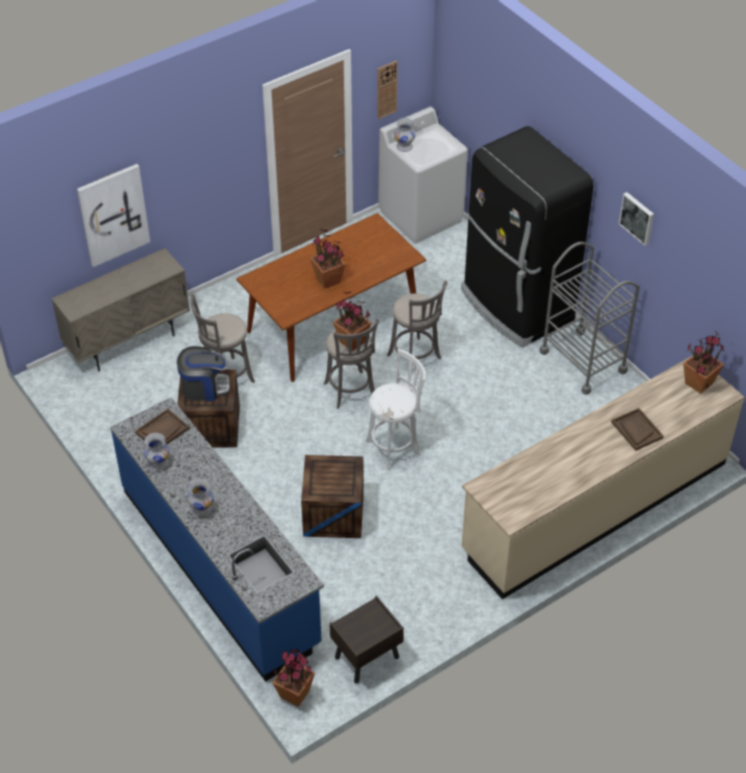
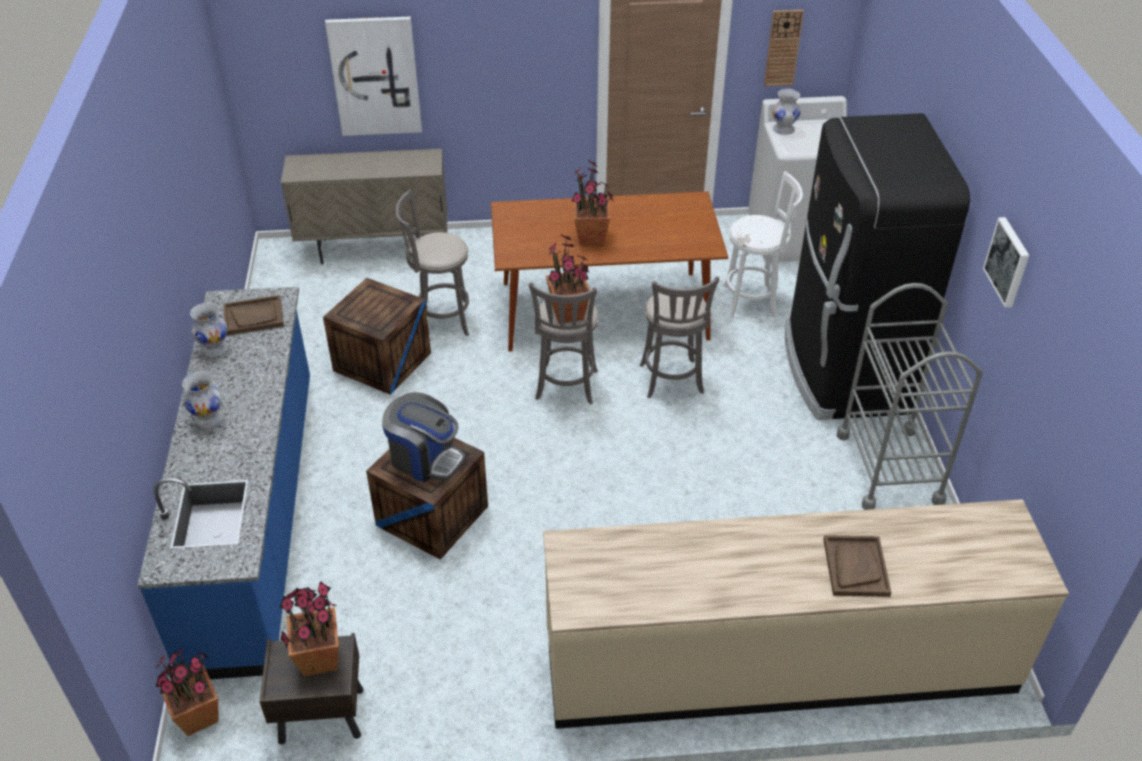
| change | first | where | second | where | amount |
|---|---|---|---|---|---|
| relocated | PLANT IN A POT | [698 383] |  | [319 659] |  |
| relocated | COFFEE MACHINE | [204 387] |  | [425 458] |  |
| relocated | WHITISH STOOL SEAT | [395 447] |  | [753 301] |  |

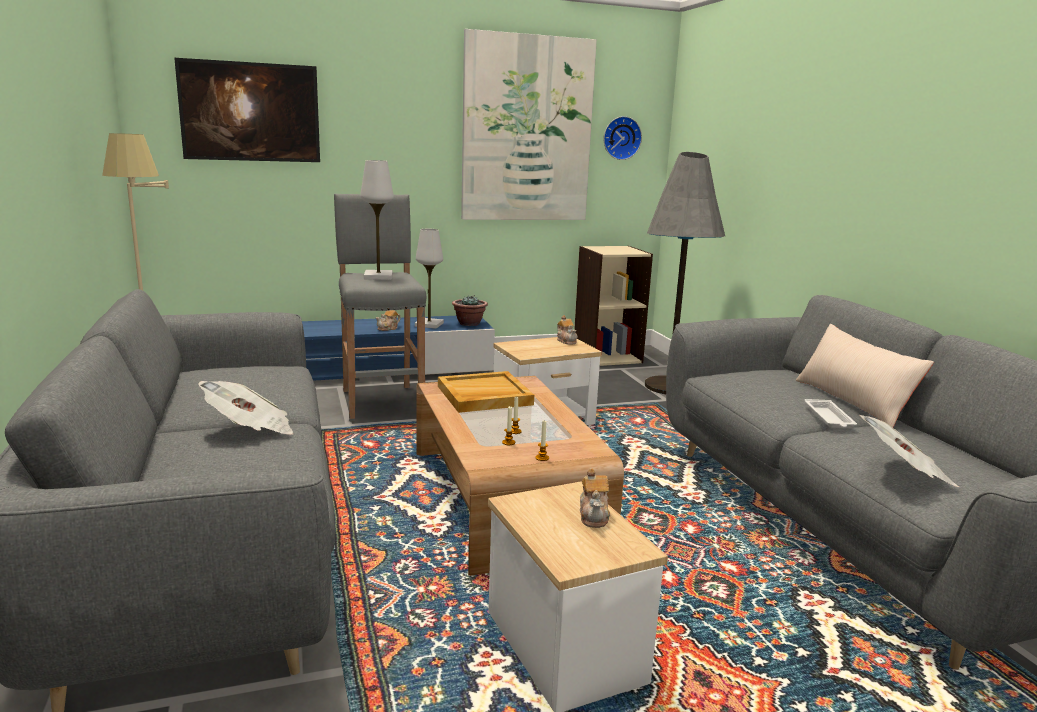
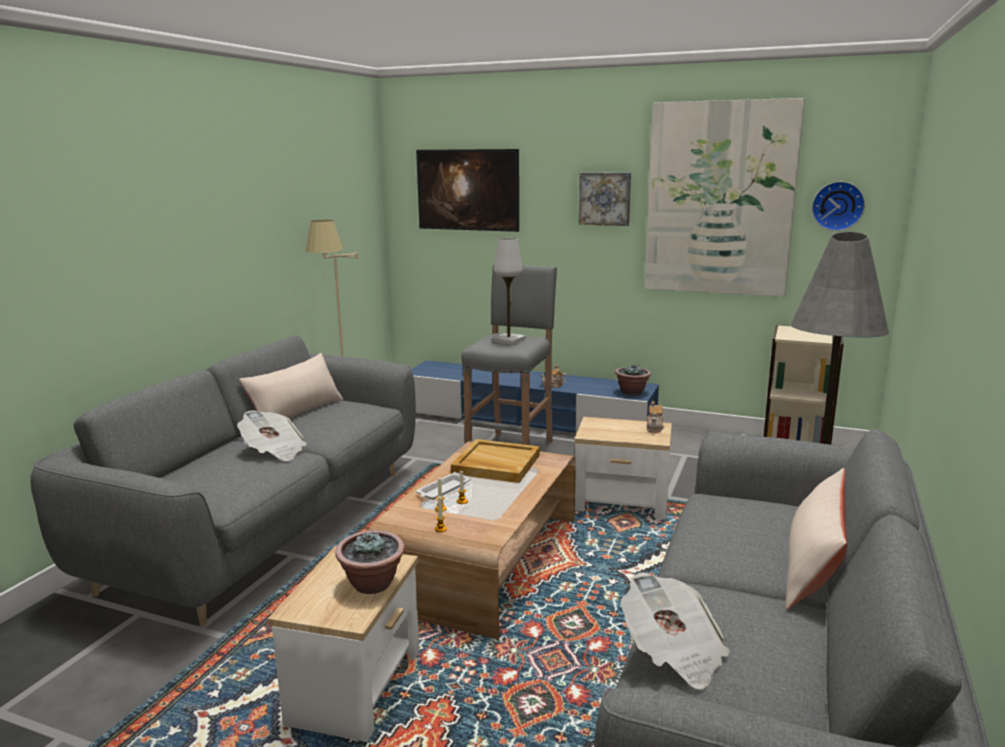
| change | first | where | second | where | amount |
|---|---|---|---|---|---|
| appeared |  |  | BEIGE-COLOURED CUSHION | [296 413] |  |
| exchanged | TEA POT | [594 516] | PLANT IN A POT | [373 584] |  |
| relocated | WHITISH CARRYING TRAY | [829 418] |  | [443 490] |  |
| appeared |  |  | WALL PICTURE | [605 198] |  |
| missing | WHITISH LAMP FOR A TABLE | [429 324] |  |  |  |

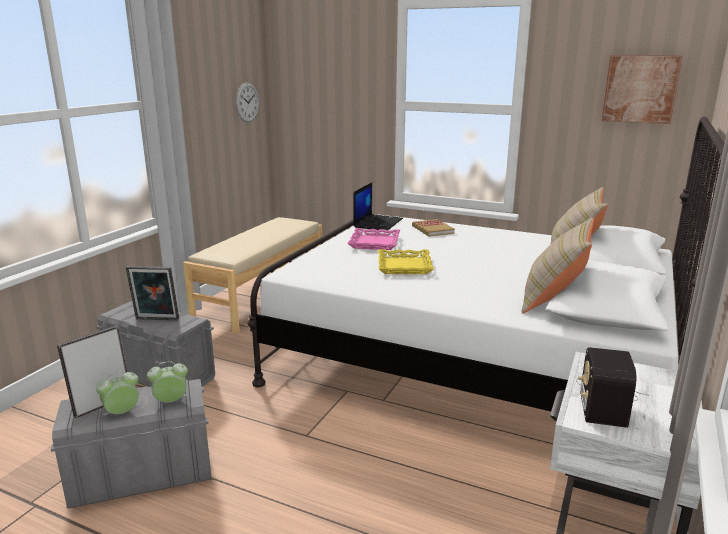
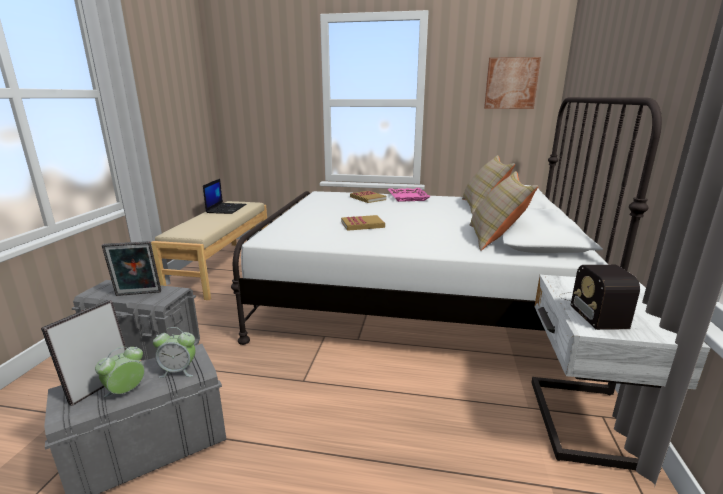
| change | first | where | second | where | amount |
|---|---|---|---|---|---|
| spun | BEDSIDE CLOCK | [171 402] |  | [179 371] | 150 degrees counterclockwise |
| relocated | NOTEBOOK COMPUTER | [377 223] |  | [226 208] |  |
| exchanged | YELLOW-COLOURED CARRYING TRAY | [404 266] | BOOK | [362 225] |  |
| relocated | PINK-COLOURED CARRYING TRAY | [375 243] |  | [408 197] |  |
| missing | HANGING CLOCK | [247 102] |  |  |  |

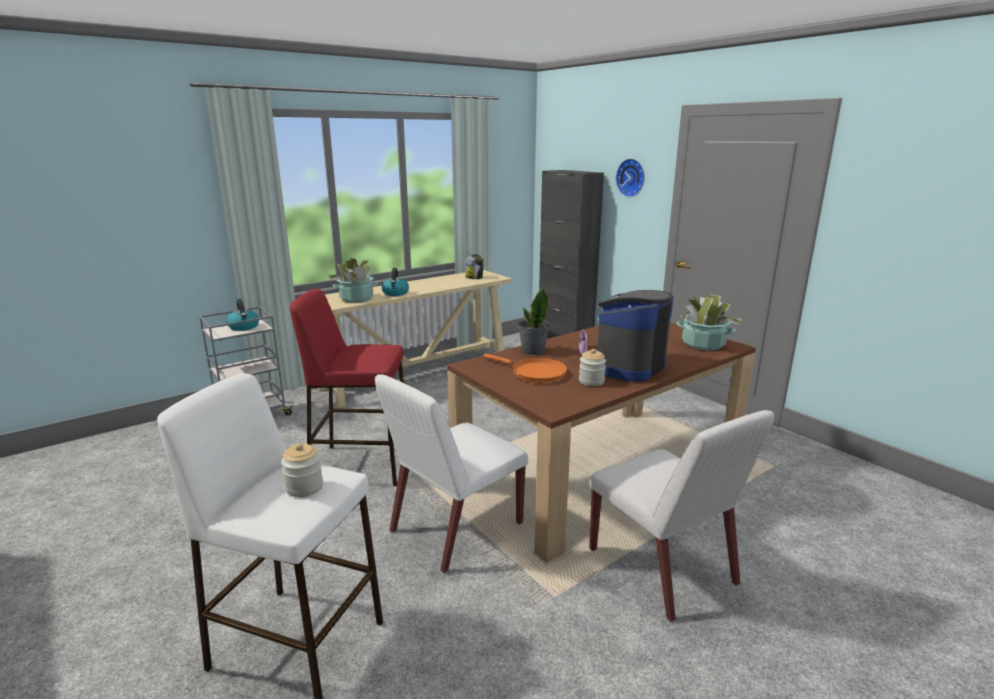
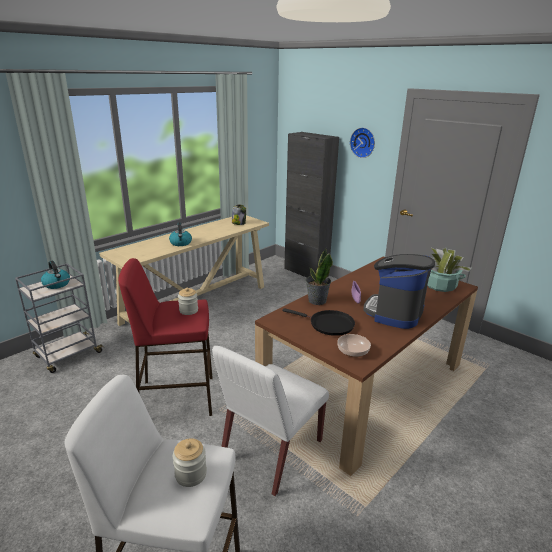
| change | first | where | second | where | amount |
|---|---|---|---|---|---|
| relocated | PRESERVE JAR | [591 381] |  | [188 310] |  |
| colour | ORANGE-COLOURED PAN | [535 373] | BLACK-COLOURED PAN | [328 325] |  |
| appeared |  |  | DEEP DISH | [353 351] |  |
| missing | PLANT IN A POT | [356 299] |  |  |  |
| missing | WHITISH UPRIGHT CHAIR | [663 567] |  |  |  |

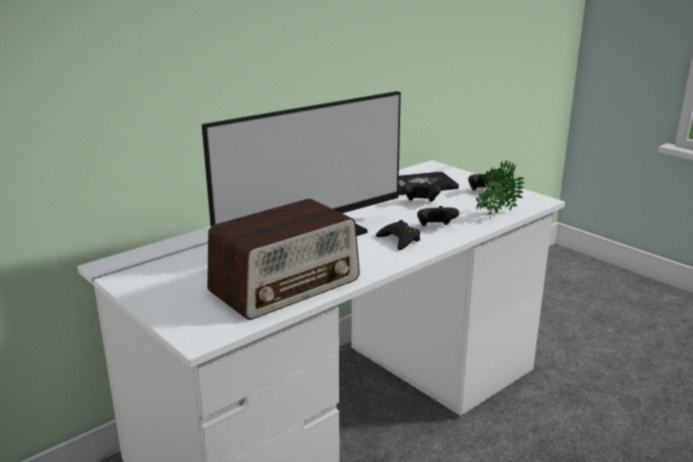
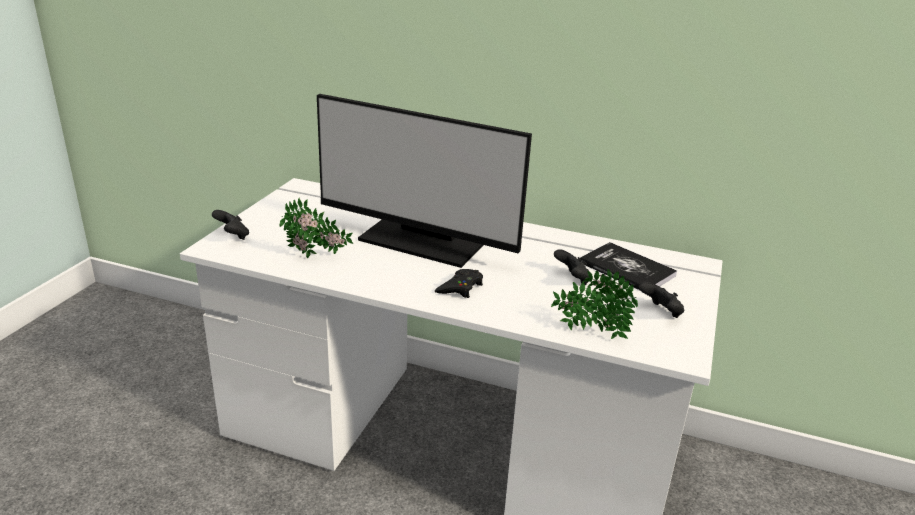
| change | first | where | second | where | amount |
|---|---|---|---|---|---|
| relocated | BLACK-COLOURED GAME CONTROLLER | [435 227] |  | [233 236] |  |
| exchanged | RADIO | [286 286] | PLANT IN A POT | [316 257] |  |

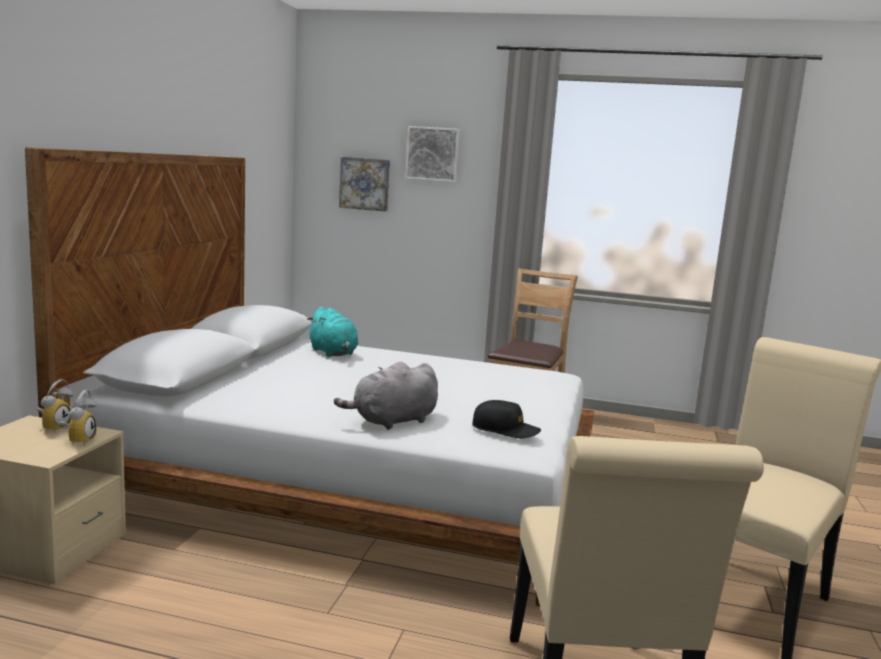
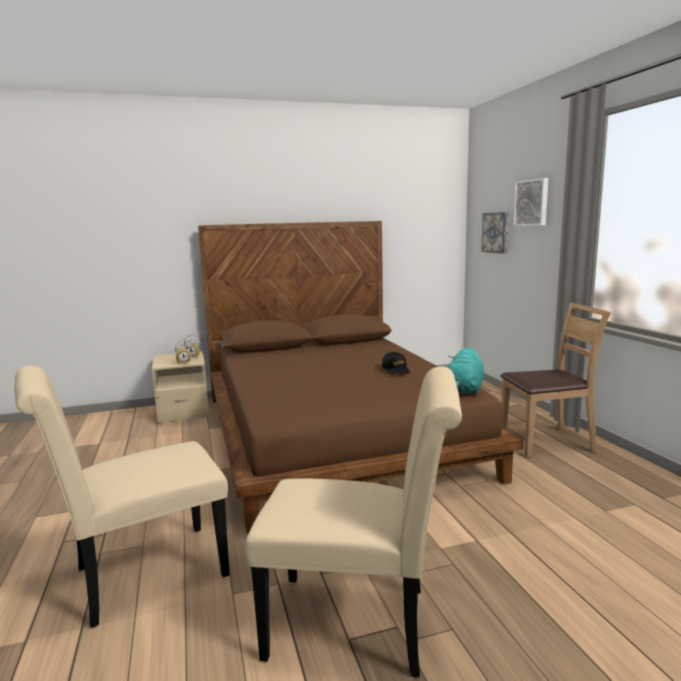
| change | first | where | second | where | amount |
|---|---|---|---|---|---|
| colour | WHITISH BED | [354 481] | BROWNISH BED | [334 433] |  |
| relocated | BLACK-COLOURED PEAKED CAP | [505 429] |  | [396 370] |  |
| relocated | TURQUOISE-COLOURED SOFT TOY | [333 353] |  | [464 390] |  |
| missing | GRAY SOFT TOY | [392 421] |  |  |  |

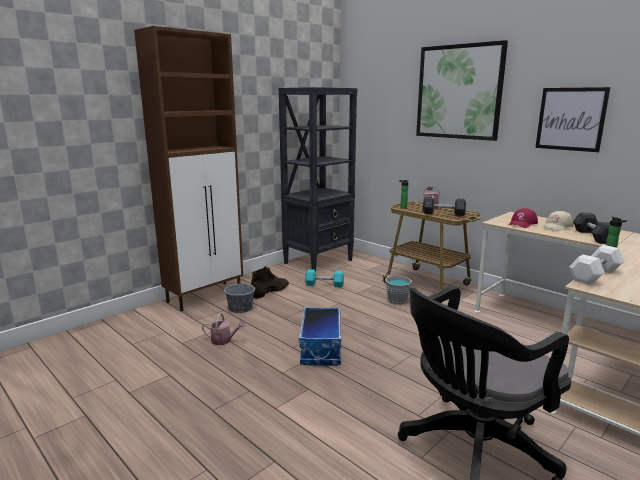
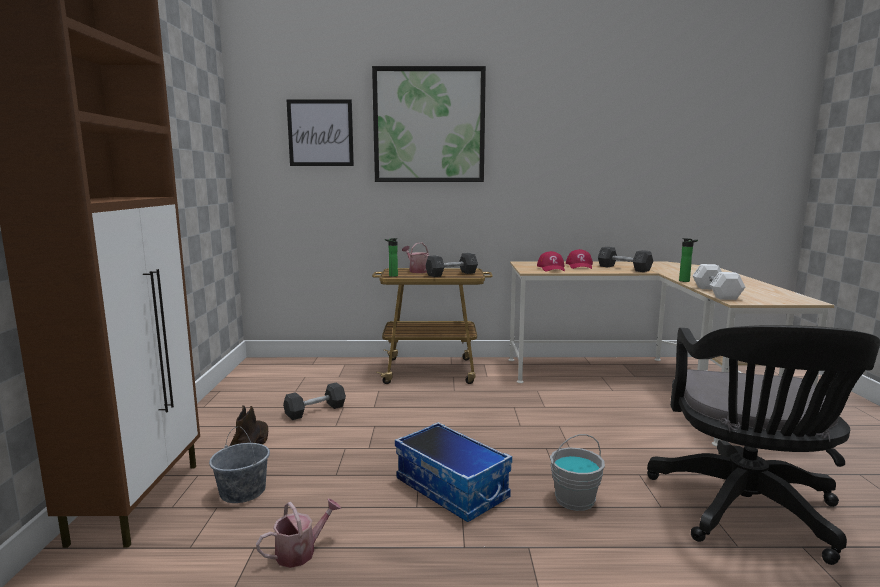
| change | first | where | second | where | amount |
|---|---|---|---|---|---|
| colour | TURQUOISE-COLOURED DUMBBELL | [324 284] | GRAY DUMBBELL | [315 411] |  |
| relocated | WALL PICTURE | [571 119] |  | [320 133] |  |
| relocated | GRAY PAIL | [397 300] |  | [574 499] |  |
| colour | BEIGE-COLOURED PEAKED CAP | [557 226] | REDDISH PEAKED CAP | [580 266] |  |
| missing | BLACK-COLOURED BOOKCASE | [319 261] |  |  |  |

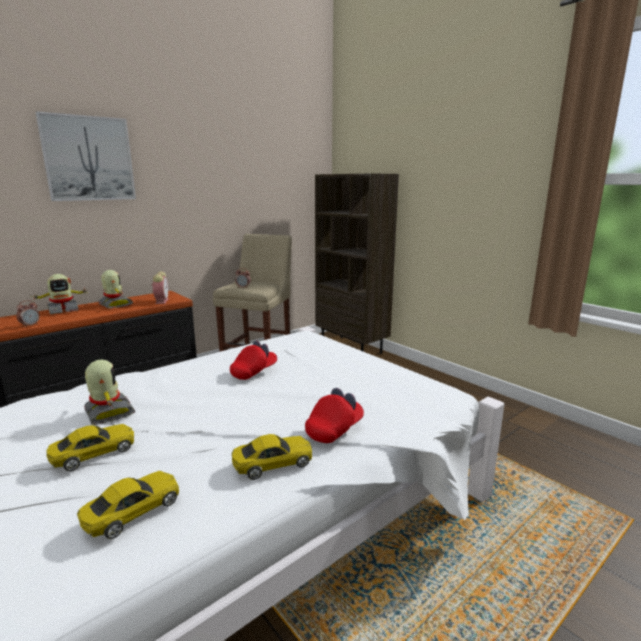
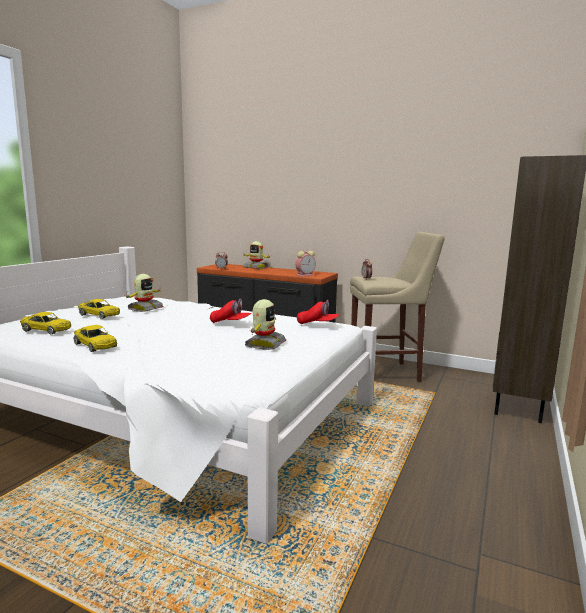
| change | first | where | second | where | amount |
|---|---|---|---|---|---|
| relocated | MODEL ROBOT | [115 304] |  | [264 344] |  |
| relocated | REDDISH PEAKED CAP | [334 429] |  | [317 324] |  |
| missing | WALL PICTURE | [88 159] |  |  |  |

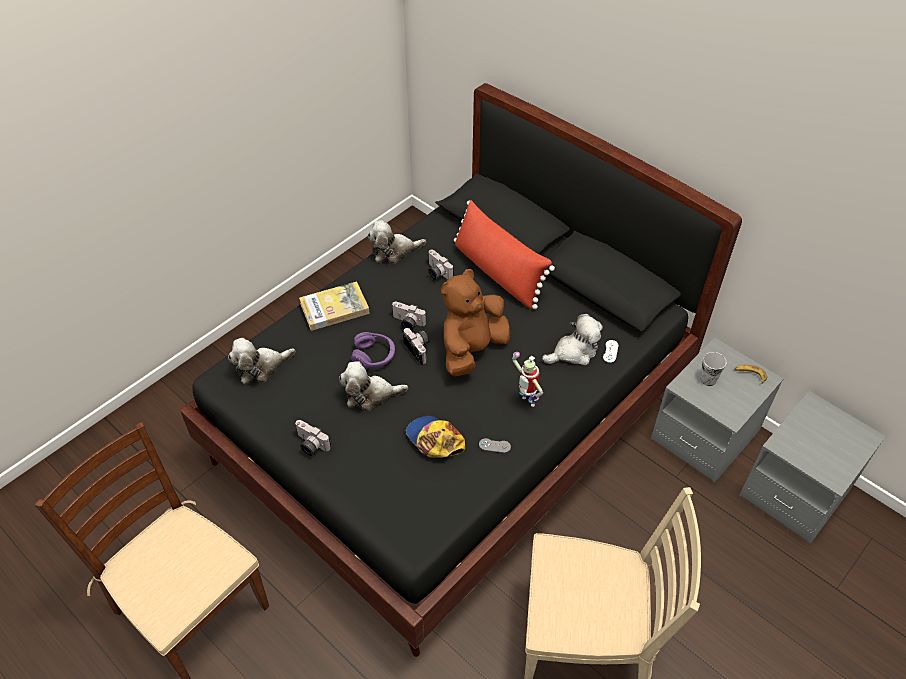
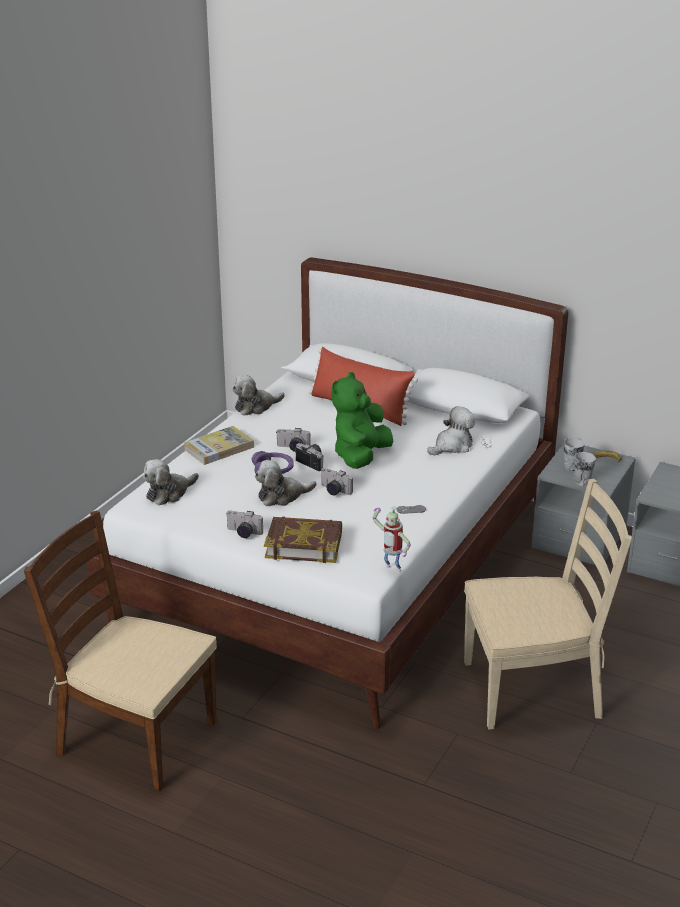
| change | first | where | second | where | amount |
|---|---|---|---|---|---|
| colour | BLACK-COLOURED BED | [454 423] | WHITISH BED | [341 567] |  |
| appeared |  |  | BOOK | [304 544] |  |
| relocated | STILL CAMERA | [437 273] |  | [333 491] |  |
| colour | BROWNISH SOFT TOY | [472 350] | GREENISH SOFT TOY | [360 457] |  |
| relocated | MODEL ROBOT | [526 402] |  | [391 569] |  |
| appeared |  |  | SMALL CUP | [582 481] |  |
| missing | PEAKED CAP | [434 440] |  |  |  |

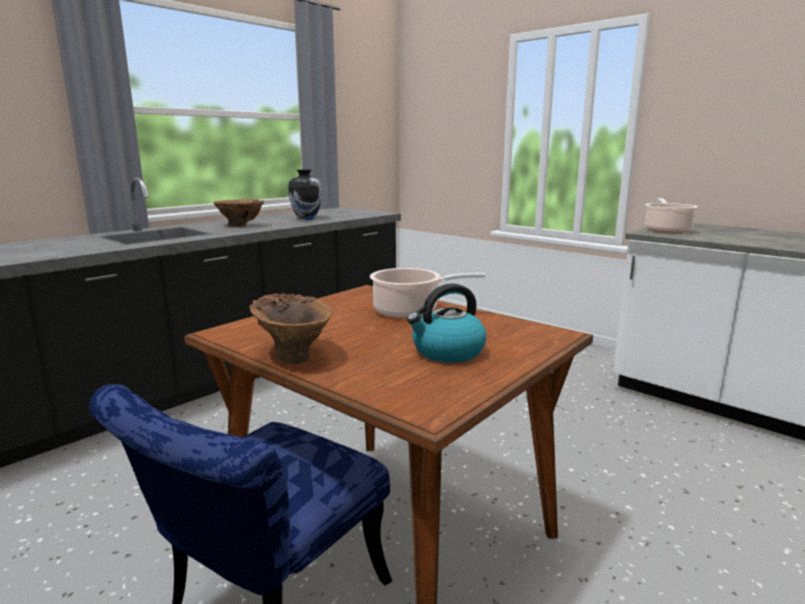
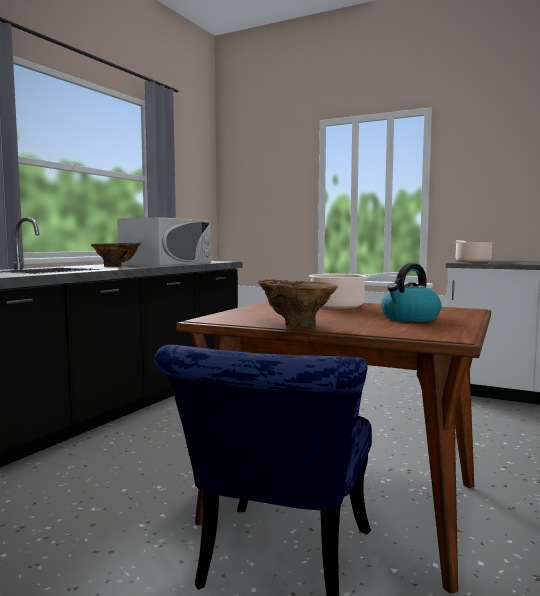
| change | first | where | second | where | amount |
|---|---|---|---|---|---|
| exchanged | FLOWER VASE | [306 219] | WHITISH MICROWAVE | [167 263] |  |

